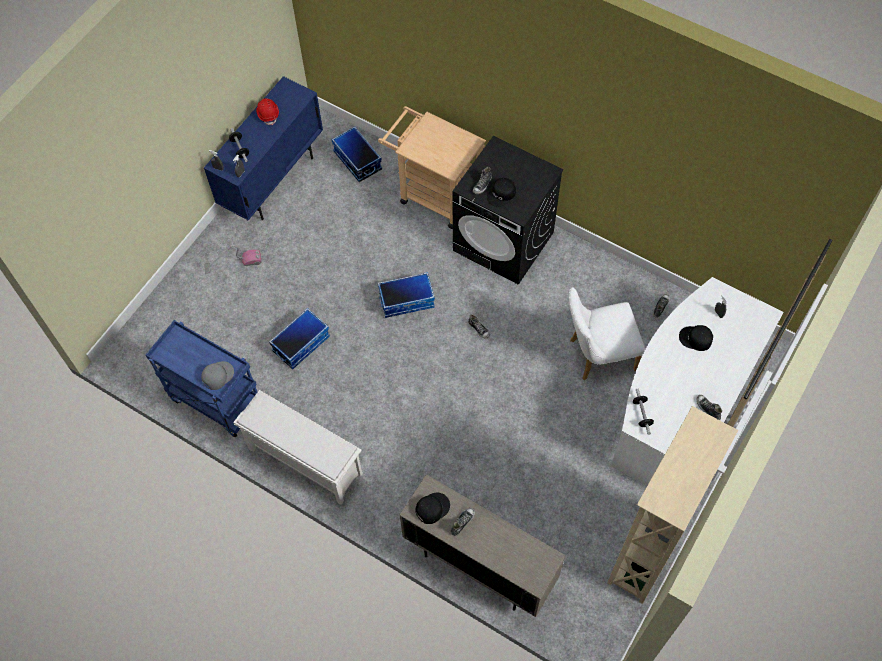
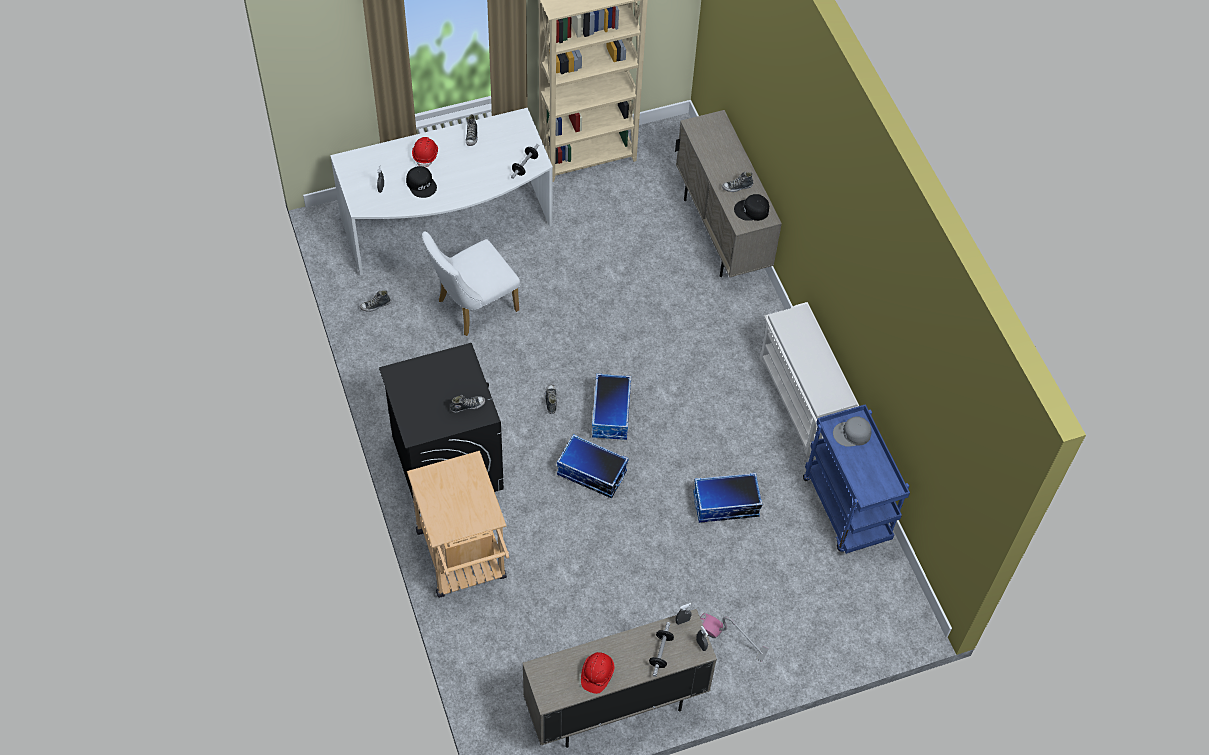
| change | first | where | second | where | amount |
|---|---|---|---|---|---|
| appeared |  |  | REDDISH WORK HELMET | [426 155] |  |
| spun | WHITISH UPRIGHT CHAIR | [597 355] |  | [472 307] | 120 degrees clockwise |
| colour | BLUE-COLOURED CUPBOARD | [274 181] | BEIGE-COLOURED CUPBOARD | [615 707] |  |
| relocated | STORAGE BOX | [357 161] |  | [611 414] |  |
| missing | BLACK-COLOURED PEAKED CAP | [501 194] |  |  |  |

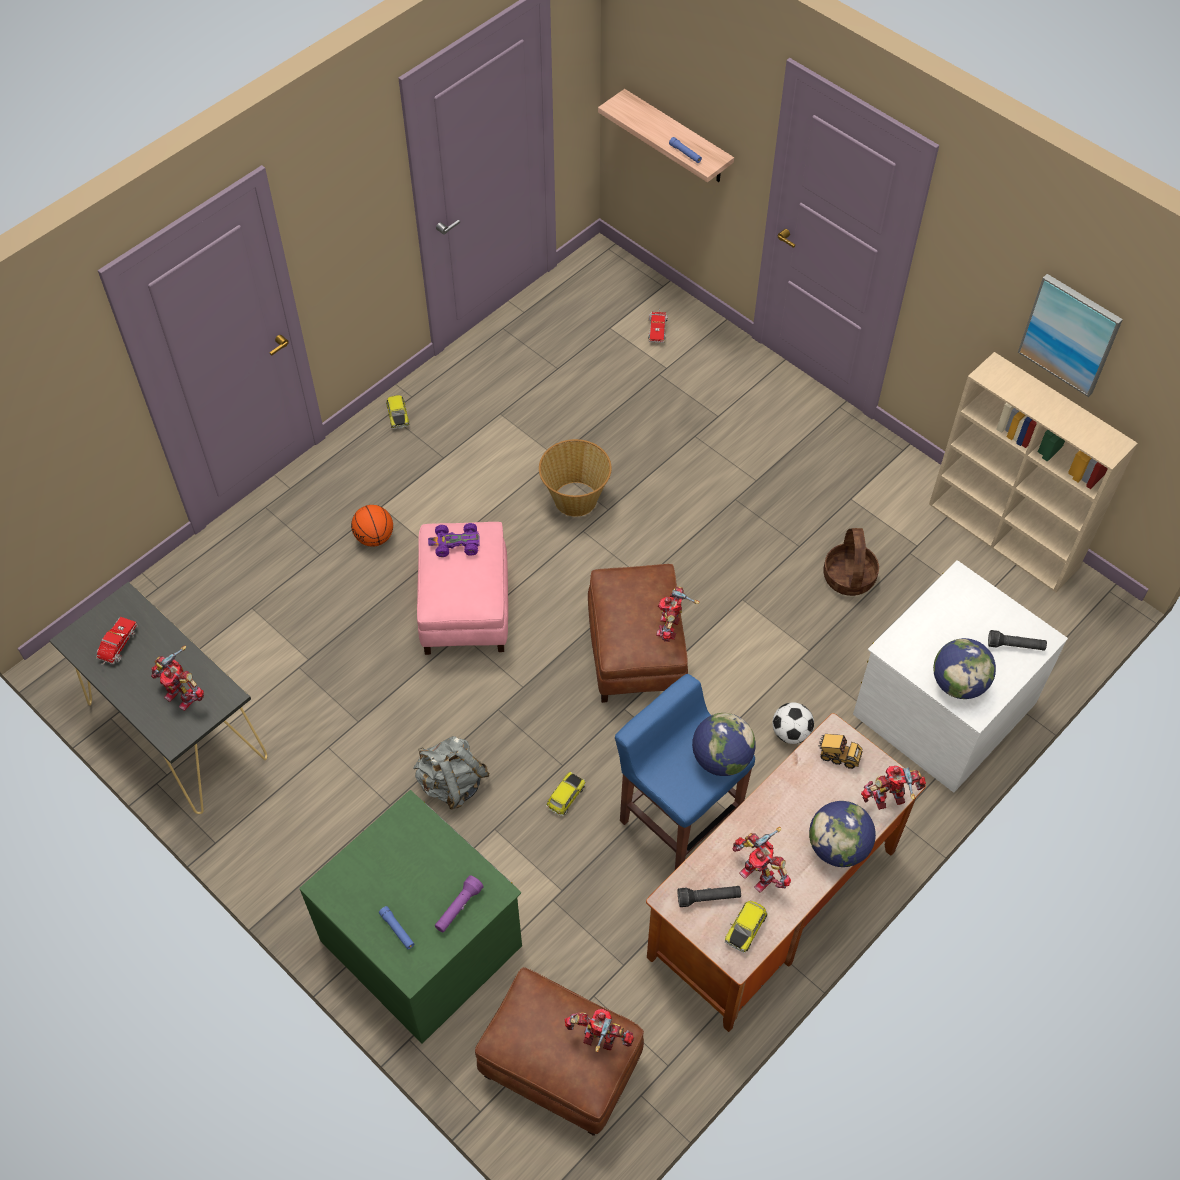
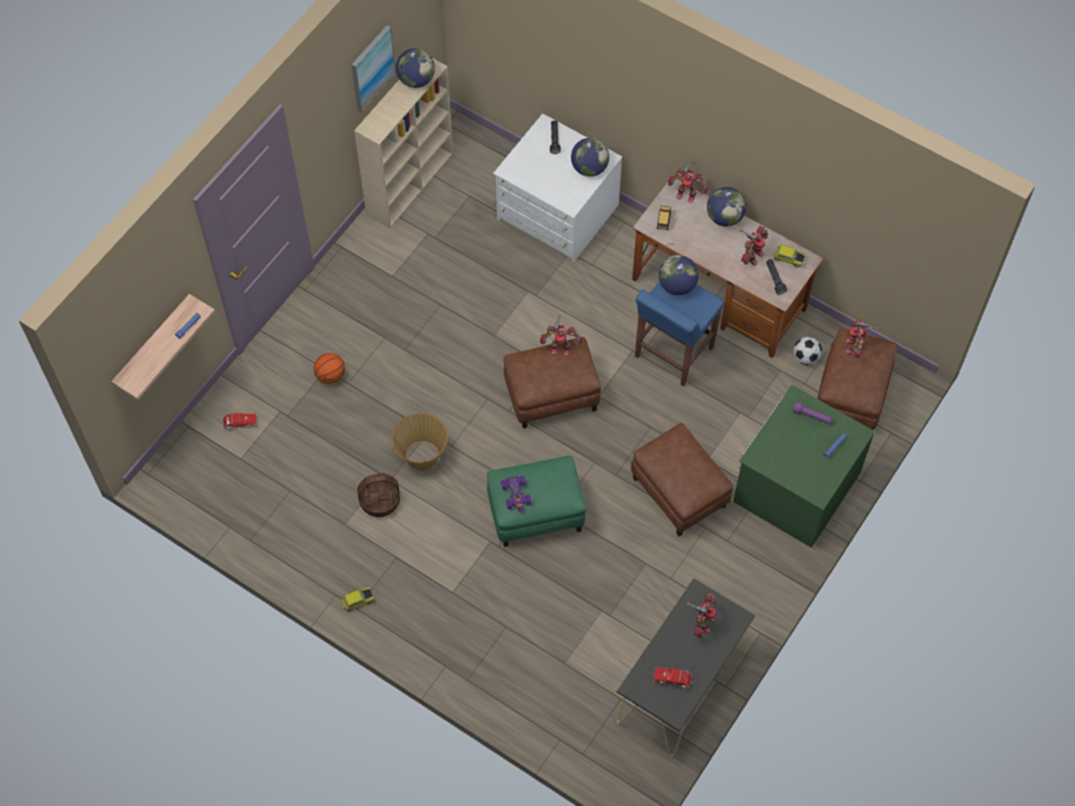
| change | first | where | second | where | amount |
|---|---|---|---|---|---|
| relocated | BASKETBALL | [375 537] |  | [331 375] |  |
| relocated | STORAGE BASKET | [849 577] |  | [380 500] |  |
| appeared |  |  | DESK GLOBE | [416 80] |  |
| colour | PINK-COLOURED FOOTREST | [465 609] | GREENISH FOOTREST | [536 512] |  |
| exchanged | GRAY BACKPACK | [452 783] | BROWNISH FOOTREST | [680 492] |  |
| spun | MODEL ROBOT | [889 800] |  | [686 194] | 45 degrees counterclockwise |
| relocated | FOOTBALL | [791 732] |  | [805 357] |  |
| missing | TOY CAR | [566 797] |  |  |  |

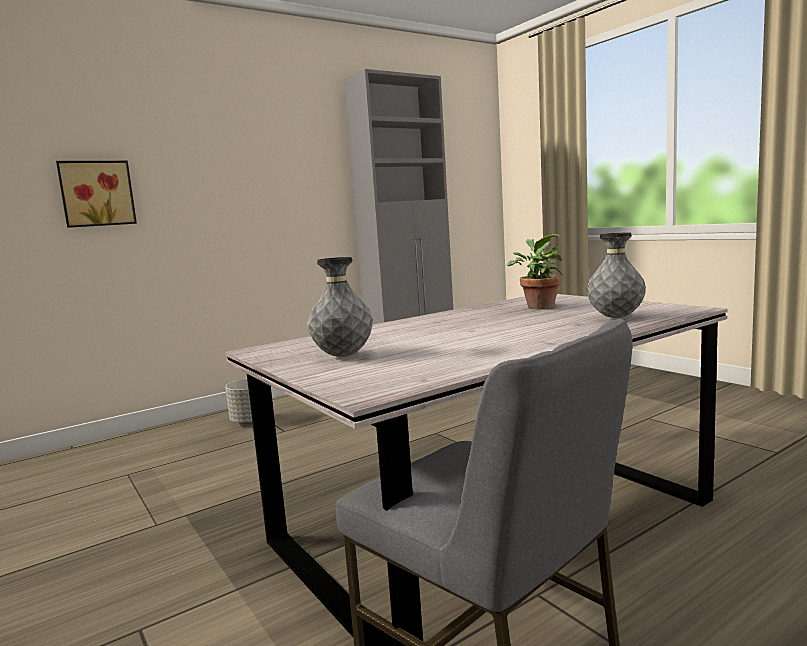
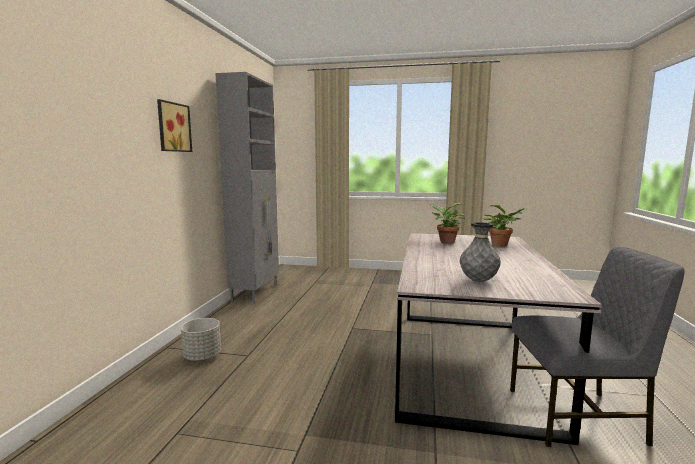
| change | first | where | second | where | amount |
|---|---|---|---|---|---|
| relocated | WALL PICTURE | [97 193] |  | [172 127] |  |
| exchanged | GRAY FLOWER VASE | [616 317] | PLANT IN A POT | [501 245] |  |

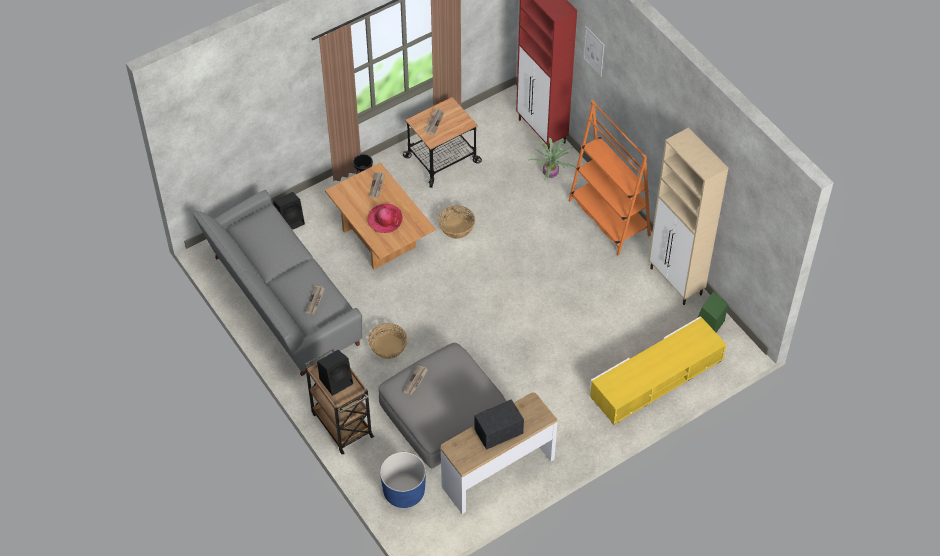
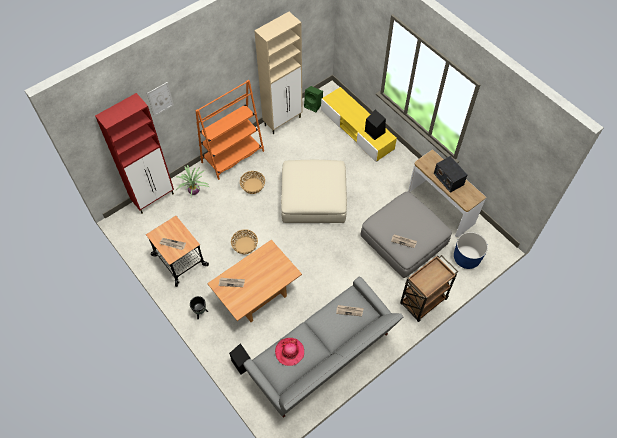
| change | first | where | second | where | amount |
|---|---|---|---|---|---|
| relocated | STORAGE BASKET | [388 346] |  | [253 186] |  |
| relocated | HAT | [385 219] |  | [289 352] |  |
| appeared |  |  | BEIGE-COLOURED FOOTREST | [313 198] |  |
| relocated | BLACK-COLOURED SPEAKER | [337 380] |  | [374 131] |  |

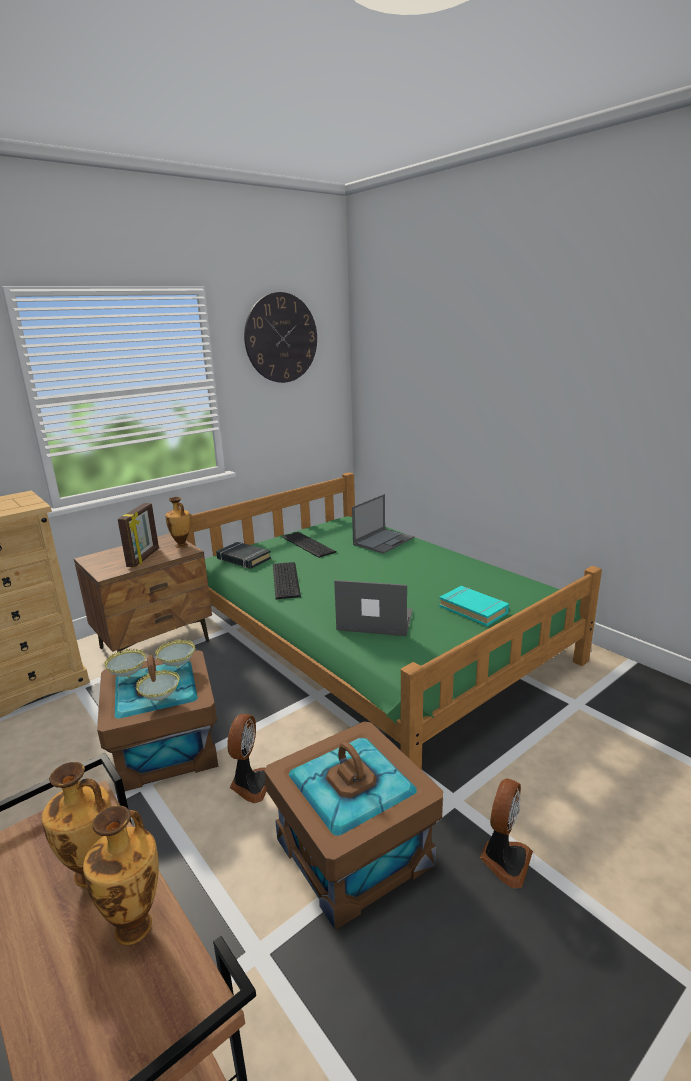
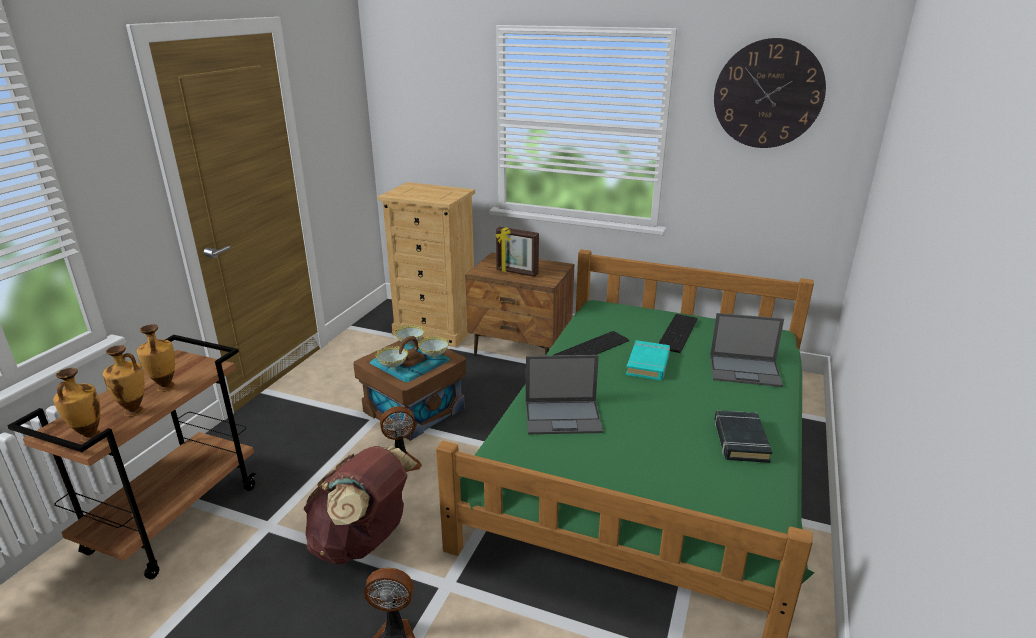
| change | first | where | second | where | amount |
|---|---|---|---|---|---|
| relocated | FLOWER VASE | [181 546] |  | [90 437] |  |
| exchanged | BROWNISH STORAGE BOX | [354 852] | BROWNISH BACKPACK | [363 541] |  |
| spun | PHOTO FRAME | [144 558] |  | [516 273] | 45 degrees clockwise |
| spun | NOTEBOOK COMPUTER | [374 620] |  | [564 417] | 105 degrees clockwise |
| relocated | TURQUOISE-COLOURED BOOK | [473 609] |  | [648 364] |  |
| relocated | BLACK-COLOURED BOOK | [243 559] |  | [740 440] |  |

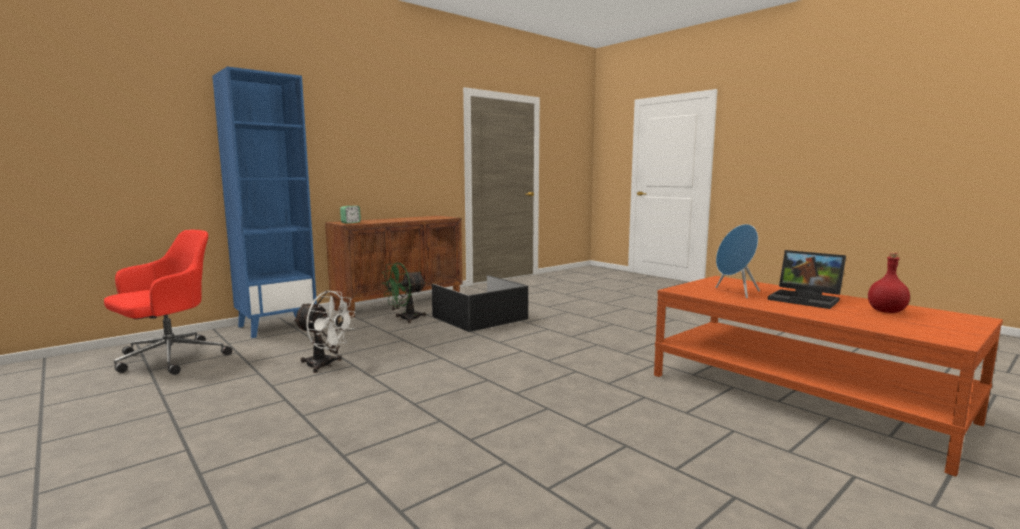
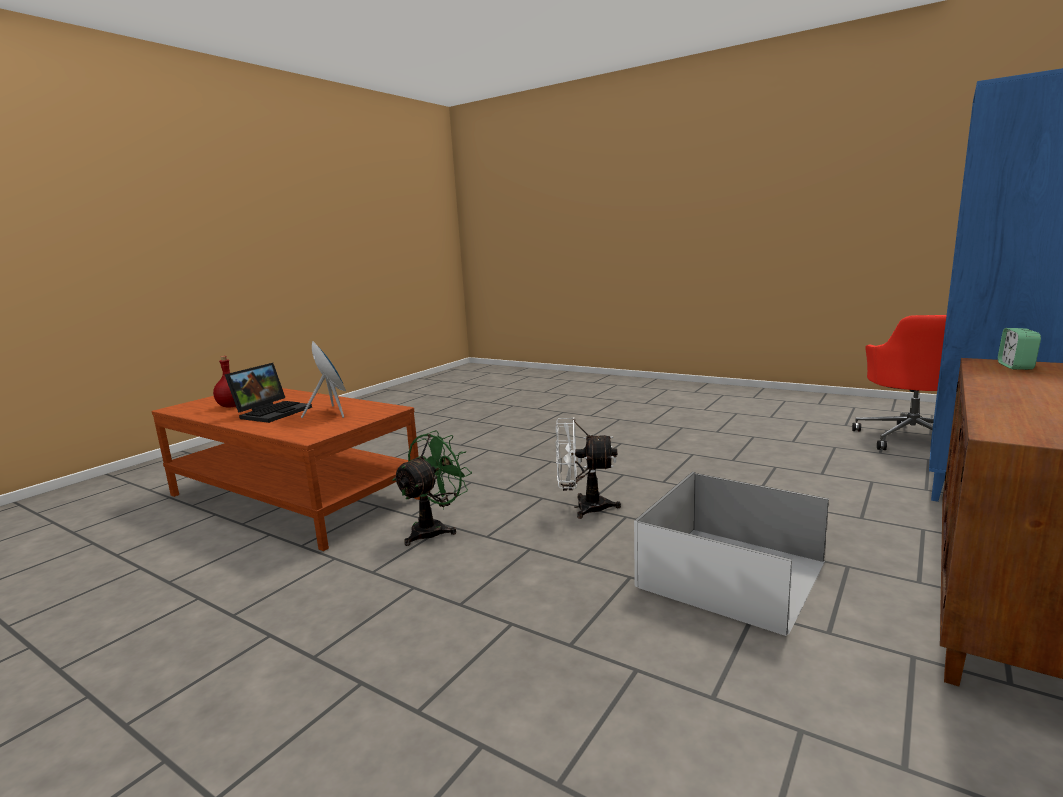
| change | first | where | second | where | amount |
|---|---|---|---|---|---|
| spun | NOTEBOOK COMPUTER | [806 299] |  | [273 412] | 90 degrees clockwise |
| relocated | GREENISH COOLING FAN | [405 319] |  | [434 529] |  |
| relocated | WHITISH COOLING FAN | [325 365] |  | [583 507] |  |
| colour | BLACK-COLOURED STORAGE BOX | [480 317] | WHITISH STORAGE BOX | [731 575] |  |

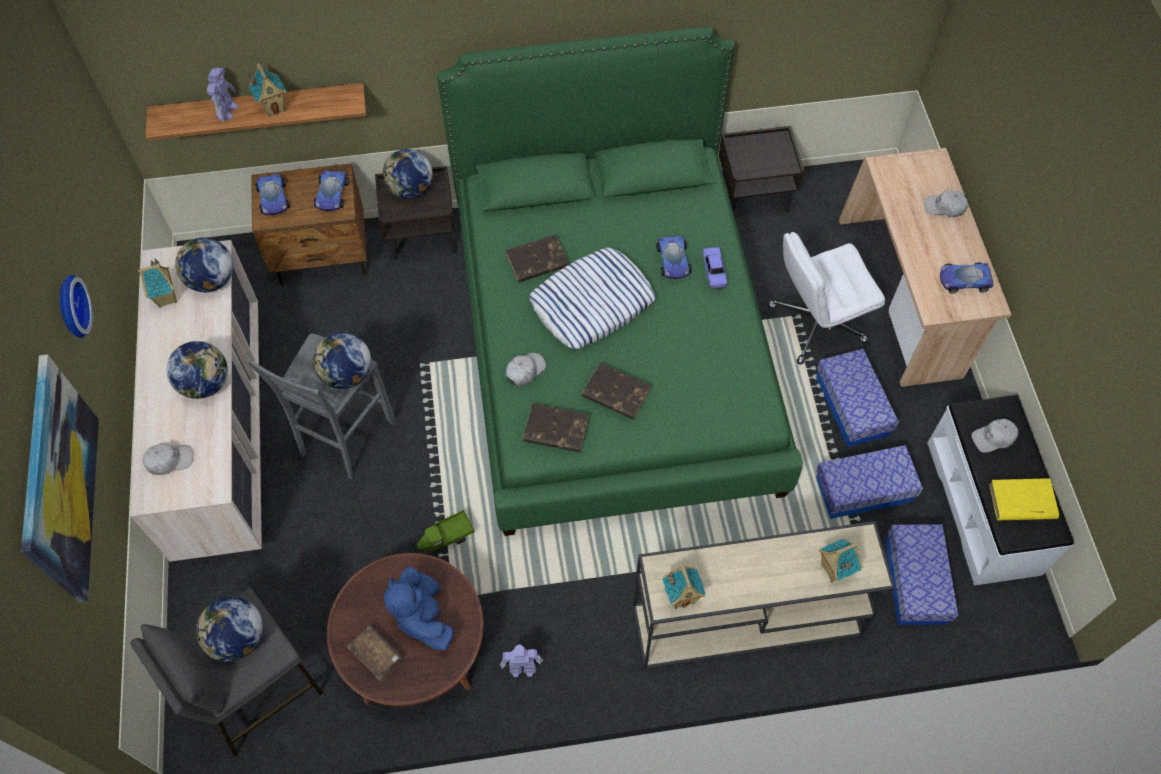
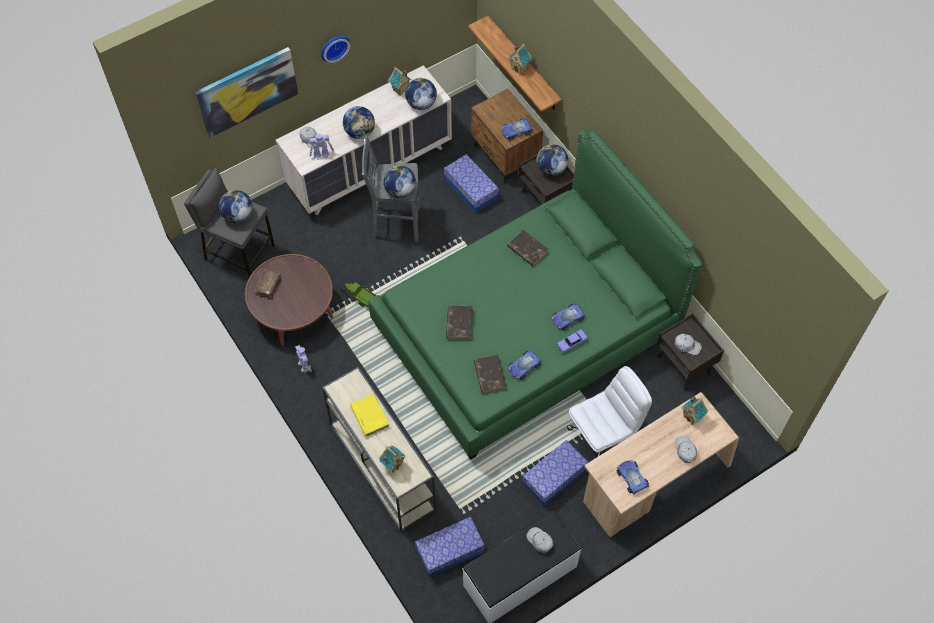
| change | first | where | second | where | amount |
|---|---|---|---|---|---|
| relocated | MODEL ROBOT | [227 110] |  | [322 154] |  |
| relocated | YELLOW-COLOURED BOOK | [1021 501] |  | [369 416] |  |
| relocated | STORAGE BOX | [863 489] |  | [471 189] |  |
| relocated | BROWNISH BOOK | [555 430] |  | [489 374] |  |
| relocated | TOY CAR | [273 198] |  | [523 367] |  |
| spun | WHITISH COMPUTER CHAIR | [815 325] |  | [603 436] | 105 degrees clockwise |
| relocated | WHITISH PEAKED CAP | [525 371] |  | [687 345] |  |
| relocated | MODEL HOUSE | [681 596] |  | [692 417] |  |
| missing | BLUE-COLOURED SOFT TOY | [423 617] |  |  |  |
| missing | CUSHION | [592 303] |  |  |  |

